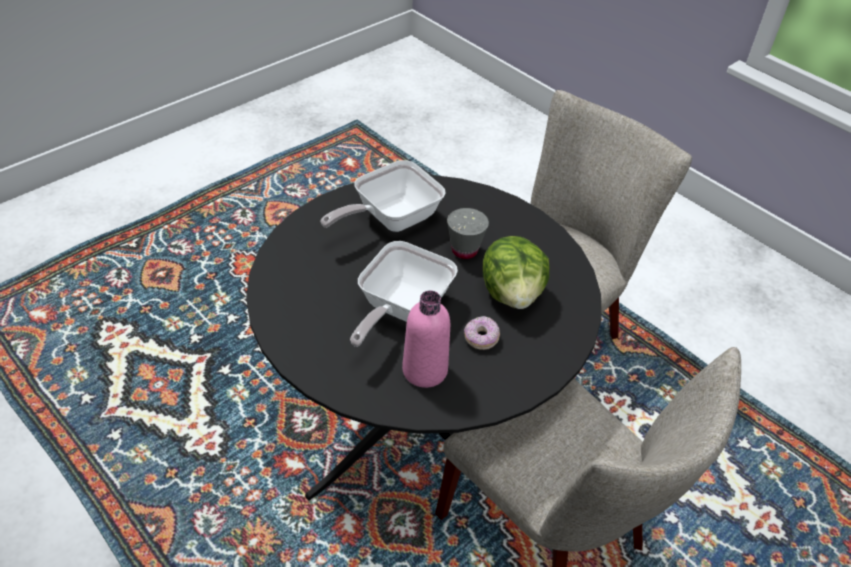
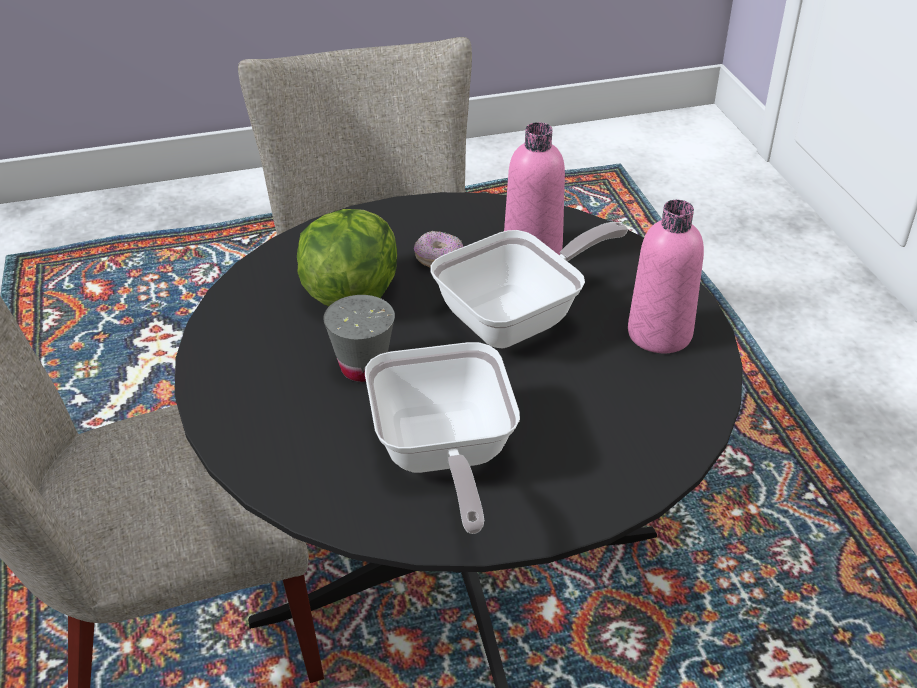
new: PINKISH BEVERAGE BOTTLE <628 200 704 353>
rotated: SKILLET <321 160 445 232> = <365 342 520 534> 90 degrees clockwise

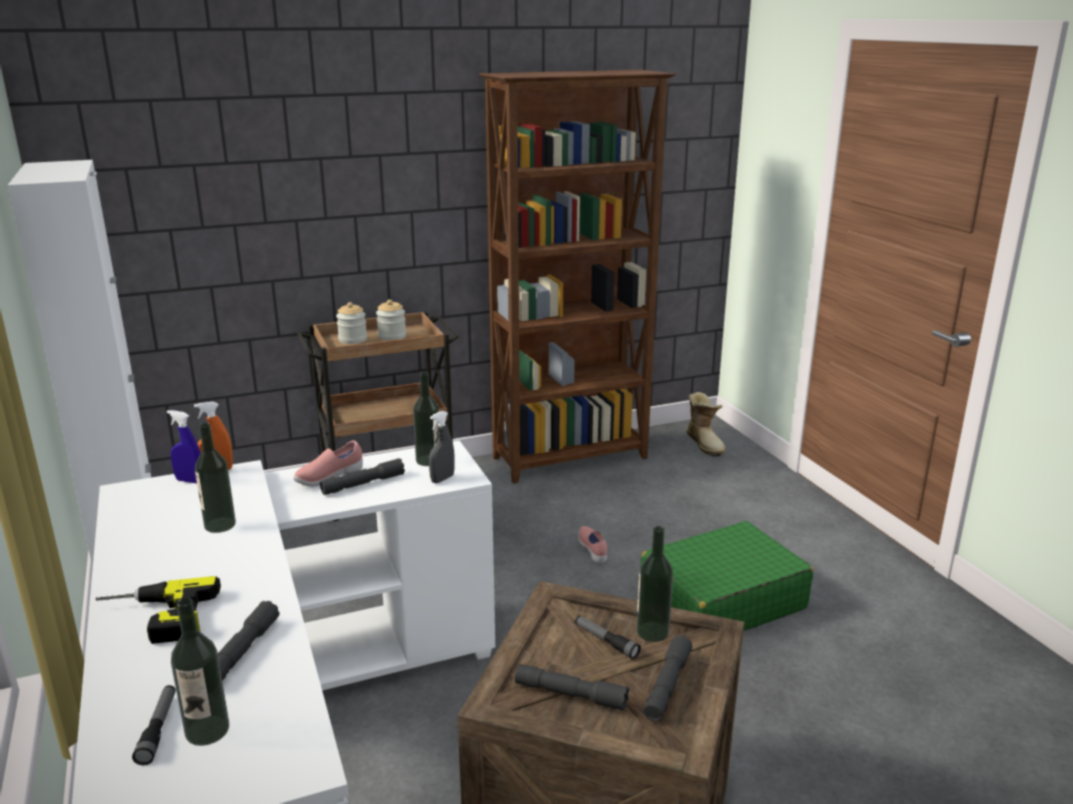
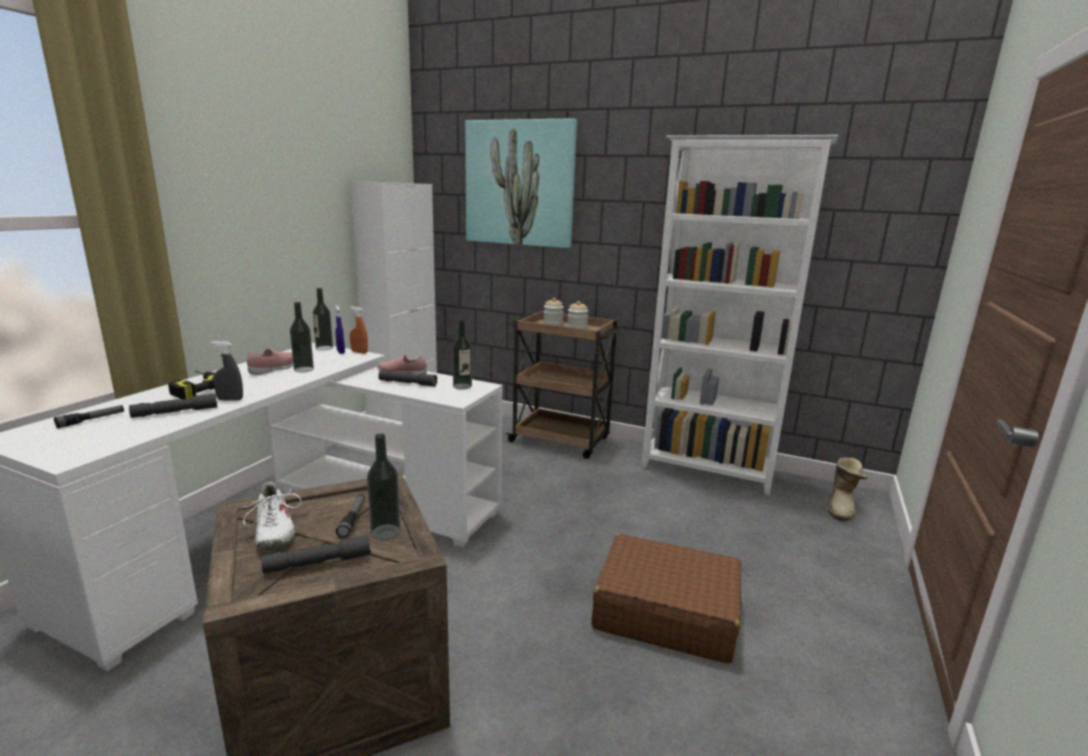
new: WALL PICTURE <465 118 577 248>
shifted: GRAY HAND SPRAYER <429 411 455 483> to <211 341 243 401>; PINKISH SHOE <578 526 607 563> to <247 349 293 375>; BEVERAGE BOTTLE <171 598 229 746> to <313 288 333 350>
swapped: GRAY FLASHLIGHT <515 664 629 711> to WHITISH SHOE <237 481 301 549>
repainted: BROWNISH SHELVING UNIT <479 70 676 483> to WHITISH SHELVING UNIT <641 135 838 495>; GREEN-COLOURED PIECE OF LUGGAGE <640 521 813 631> to BROWNISH PIECE OF LUGGAGE <592 534 741 664>

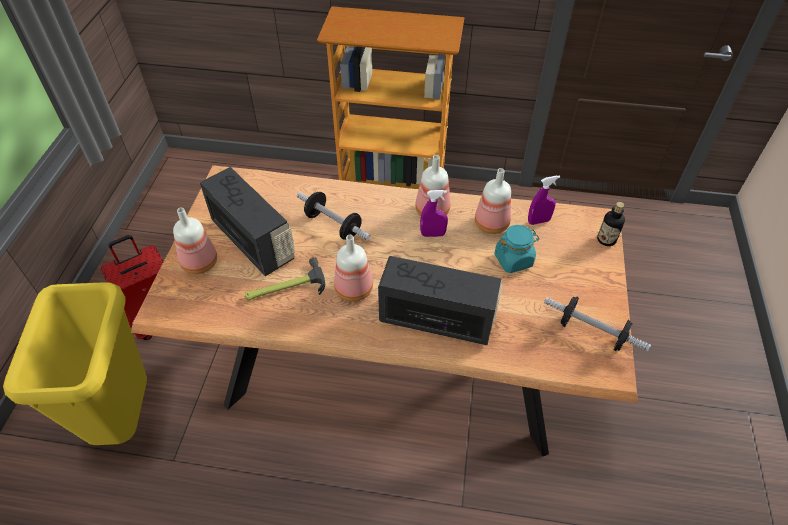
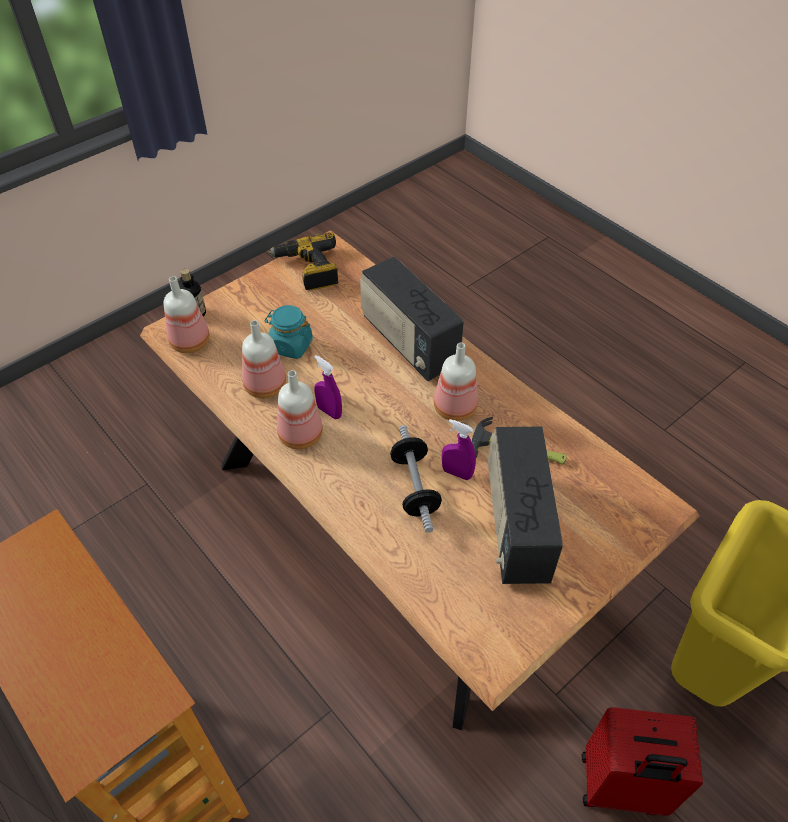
shifted: PURPLE HAND SPRAYER <528 175 560 225> to <442 419 476 480>; BEVERAGE BOTTLE <173 207 217 274> to <164 276 210 353>
swapped: HAND WEIGHT <544 296 651 351> to ELECTRIC DRILL <268 232 339 290>

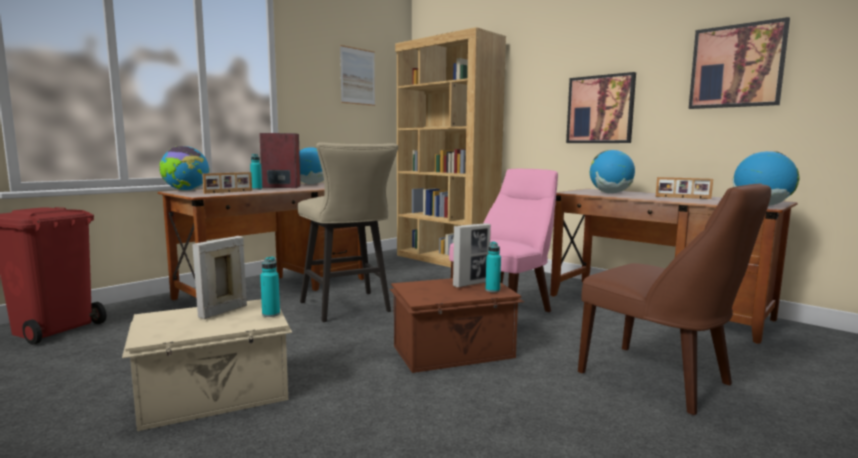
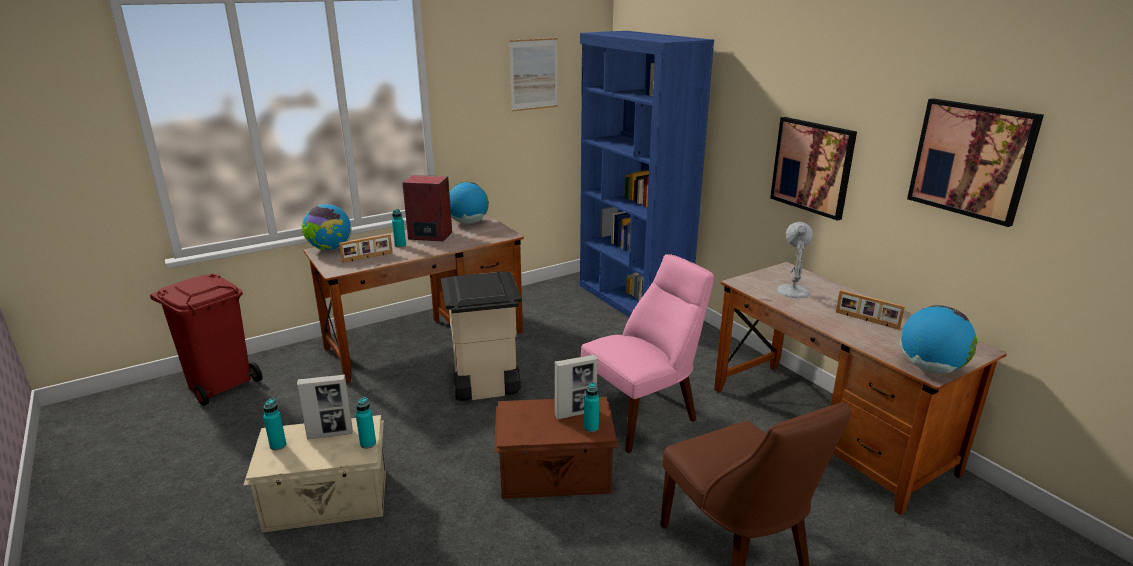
new: TURQUOISE BEVERAGE BOTTLE <263 399 286 451>
swapped: BEIGE STOOL <298 142 398 322> to BEIGE WASTE BIN <441 272 522 401>; DESK GLOBE <590 150 635 193> to WHITISH LAMP FOR A TABLE <777 222 813 298>
repainted: BROWNISH SHELVING UNIT <395 27 506 267> to BLUE SHELVING UNIT <580 31 714 317>
rotated: PICTURE FRAME <192 236 247 319> = <297 375 353 439> 150 degrees counterclockwise

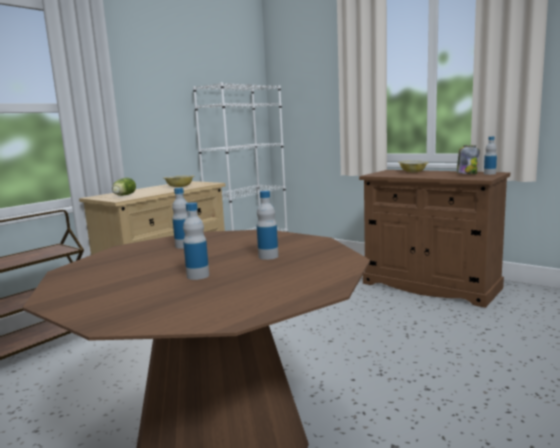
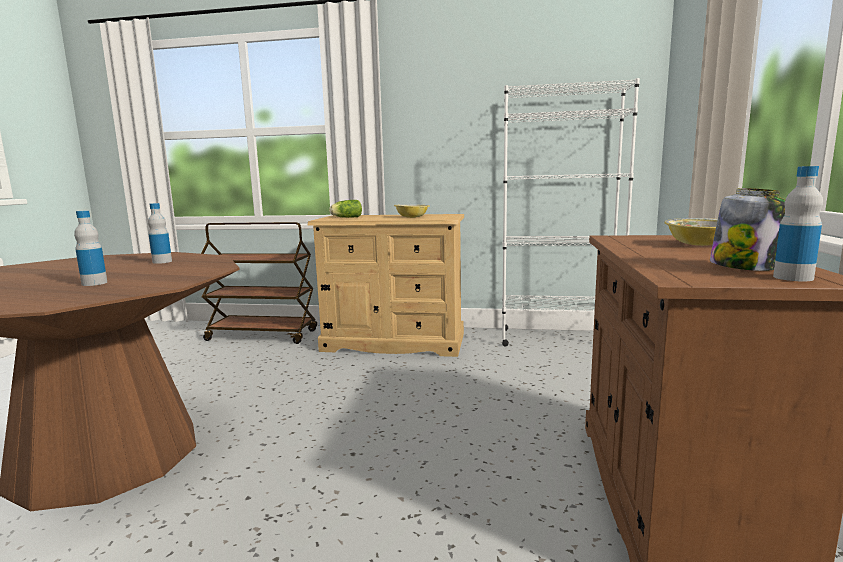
gone: BEVERAGE BOTTLE <183 202 209 280>

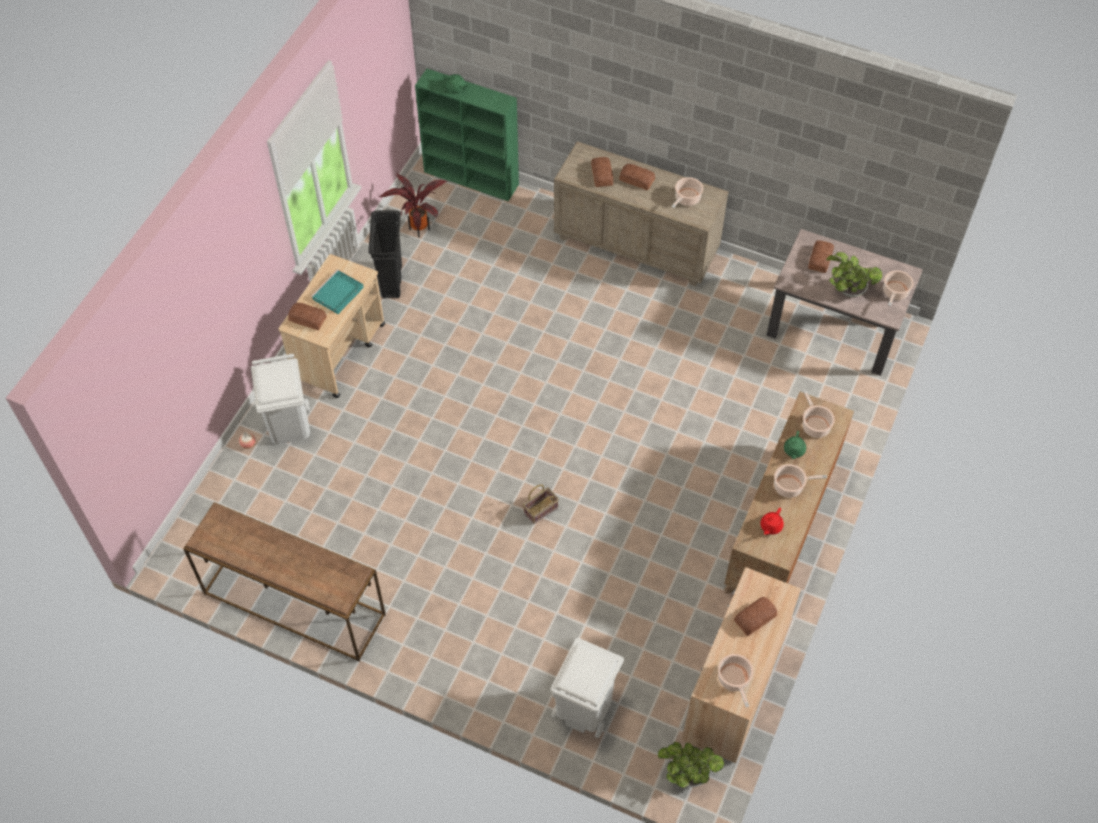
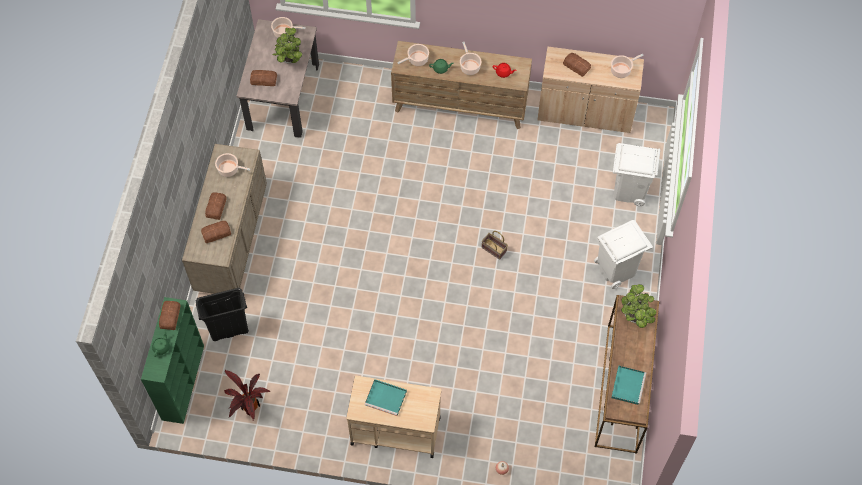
new: TURQUOISE CARRYING TRAY <611 366 646 405>
shifted: BLACK-COLOURED WASTE BIN <368 210 402 298> to <196 288 249 341>; BREAD <288 303 327 330> to <159 301 180 330>; WHITISH WASTE BIN <251 354 310 444> to <594 220 653 289>; POTTED PLANT <658 742 724 788> to <621 284 656 328>

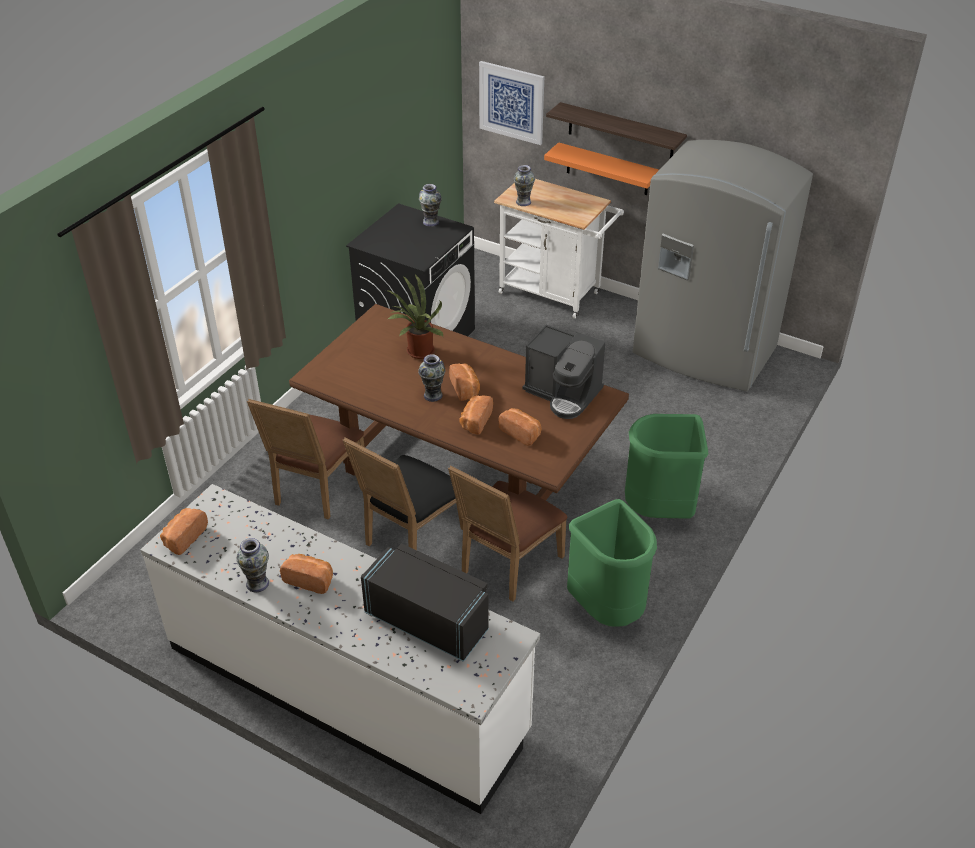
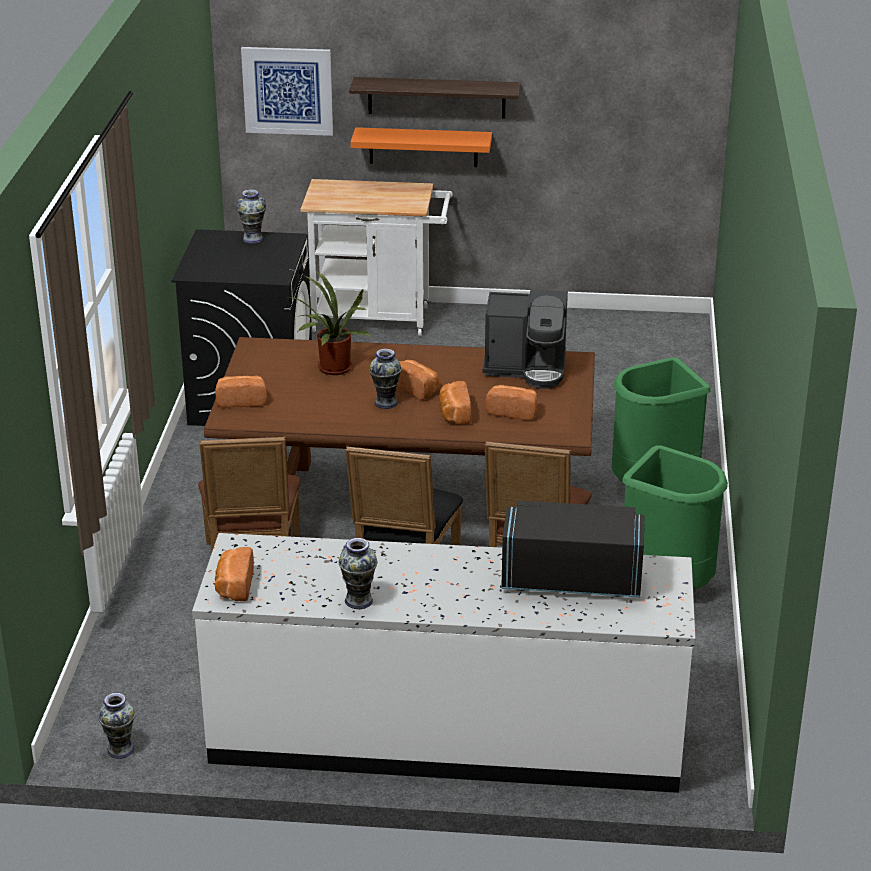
gone: GRAY FRIDGE <633 140 813 391>
shifted: DECORATIVE VASE <514 165 535 206> to <99 693 136 759>; BREAD <280 554 333 594> to <215 376 267 407>

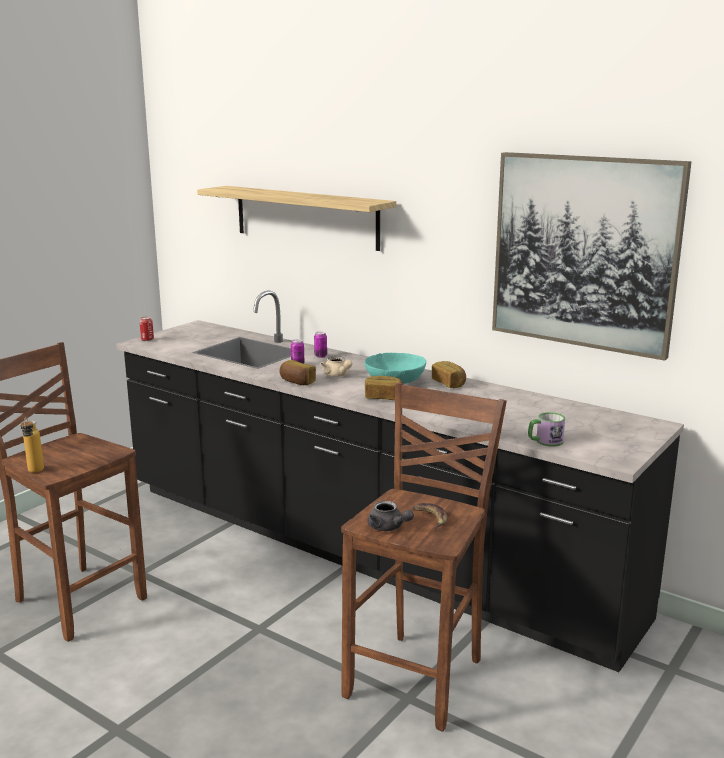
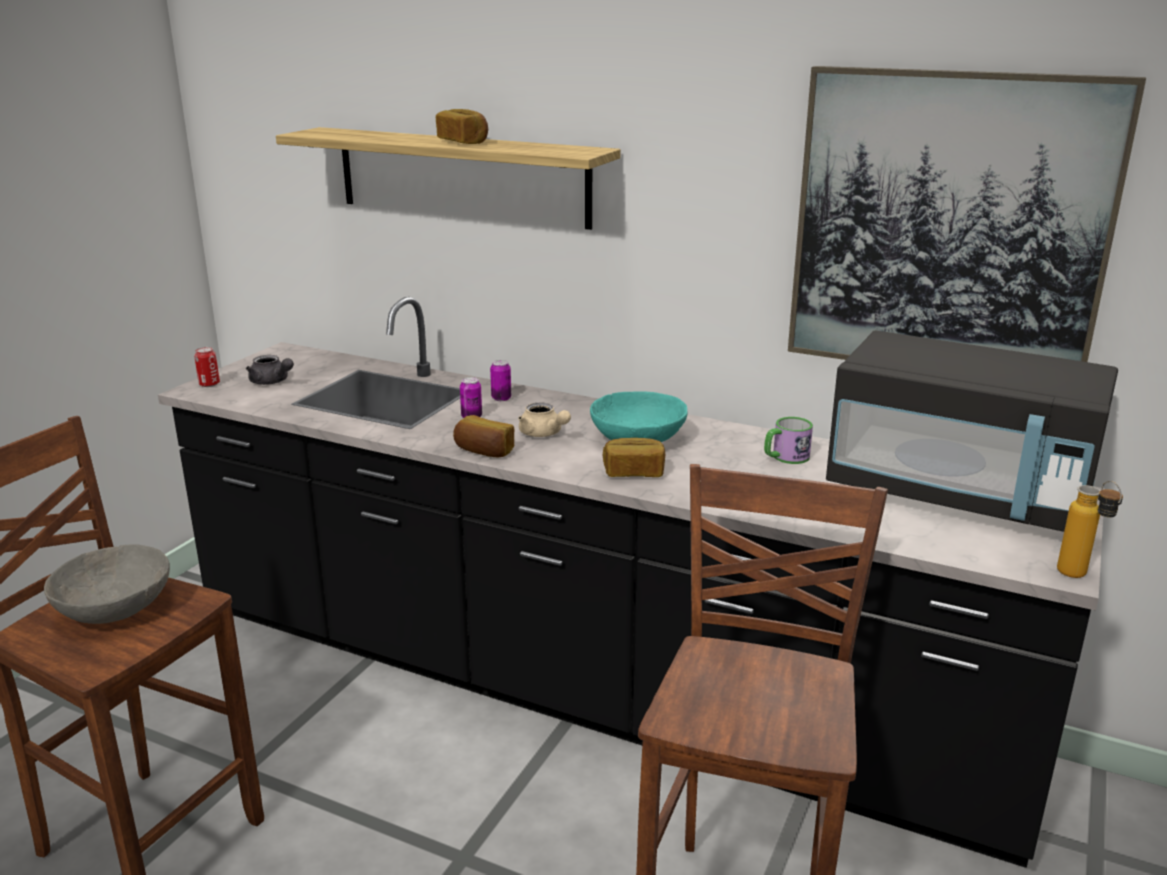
gone: BANANA FRUIT <413 503 448 530>
new: BLACK-COLOURED MICROWAVE OVEN <826 330 1118 532>; GRAY SERVING BOWL <44 544 170 624>
shifted: BREAD <432 361 466 388> to <436 109 488 144>; MUG <528 412 565 447> to <764 417 813 464>; BEVERAGE BOTTLE <20 417 44 473> to <1057 481 1123 578>; GRAY TEA POT <368 501 414 531> to <246 355 294 385>

